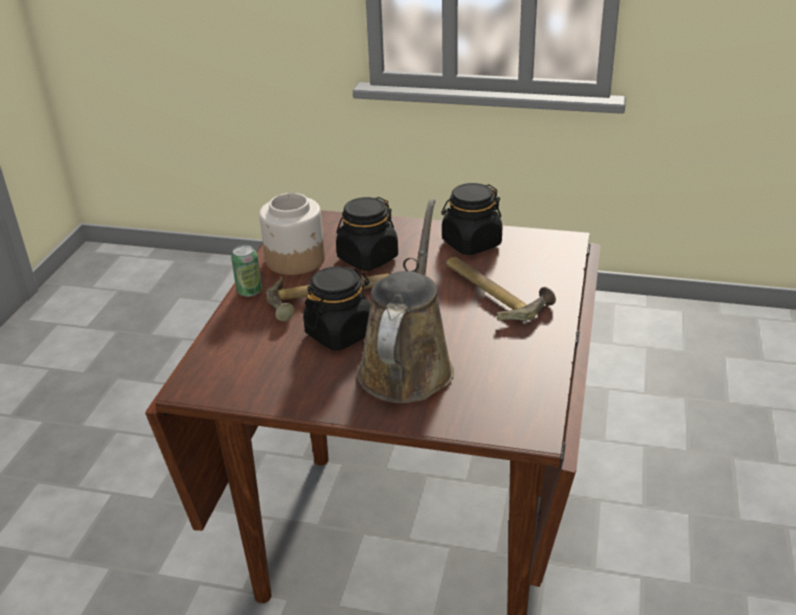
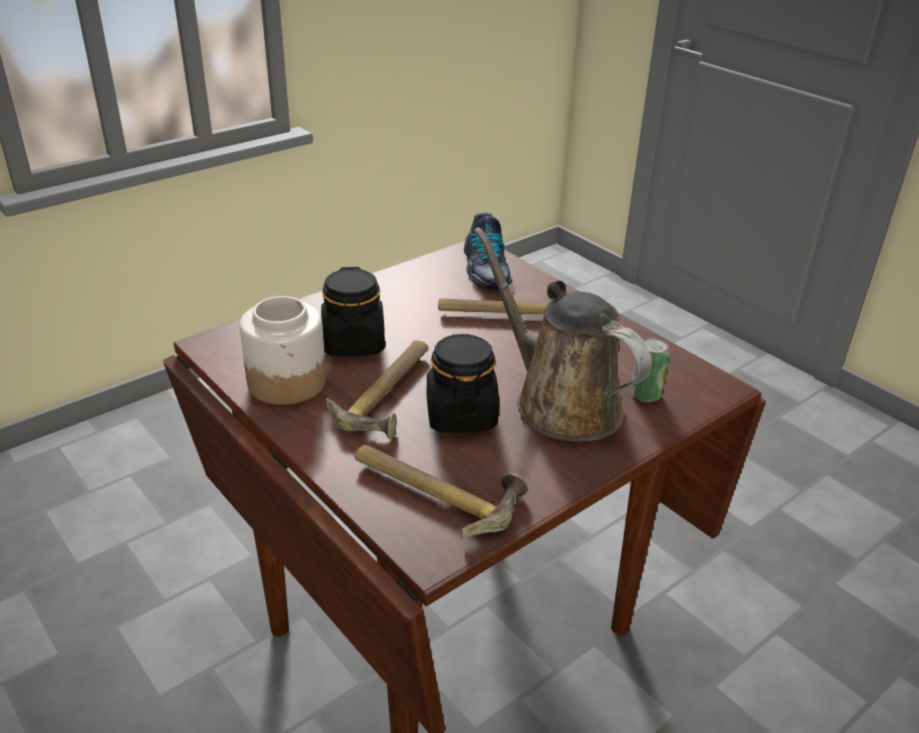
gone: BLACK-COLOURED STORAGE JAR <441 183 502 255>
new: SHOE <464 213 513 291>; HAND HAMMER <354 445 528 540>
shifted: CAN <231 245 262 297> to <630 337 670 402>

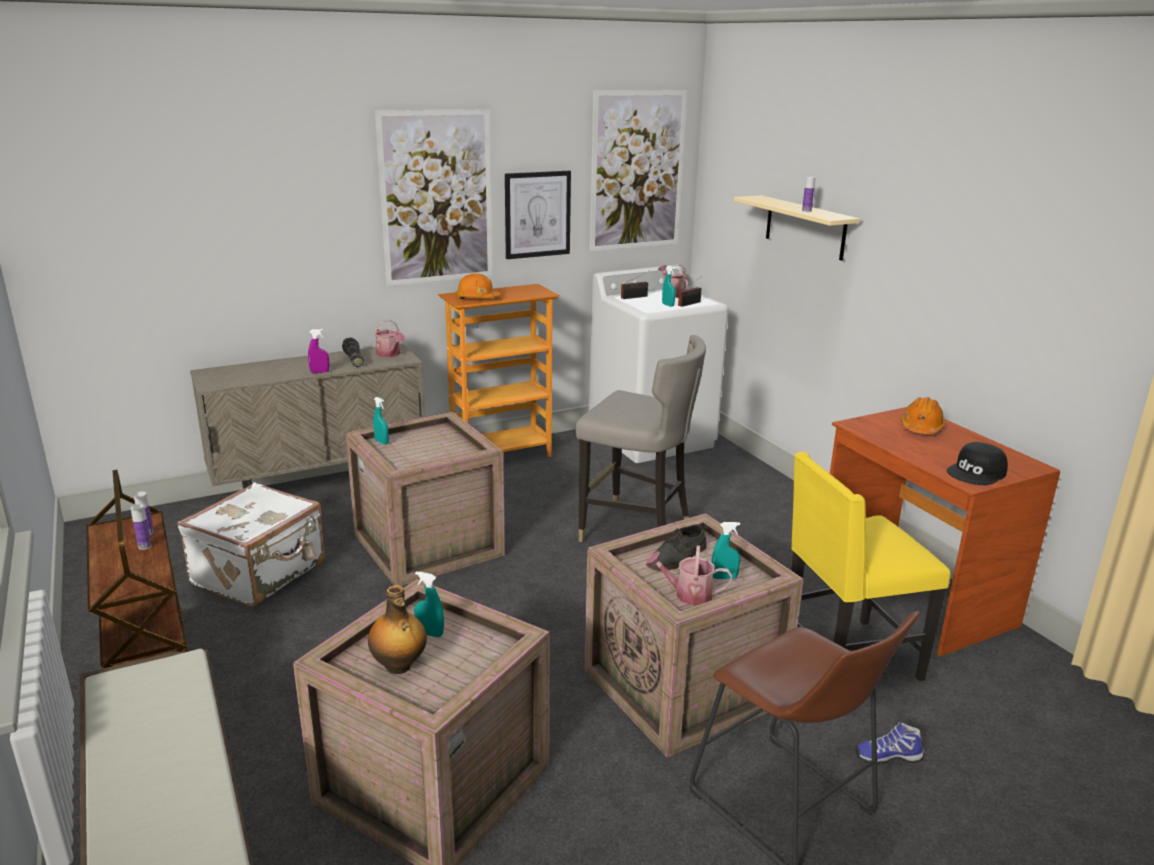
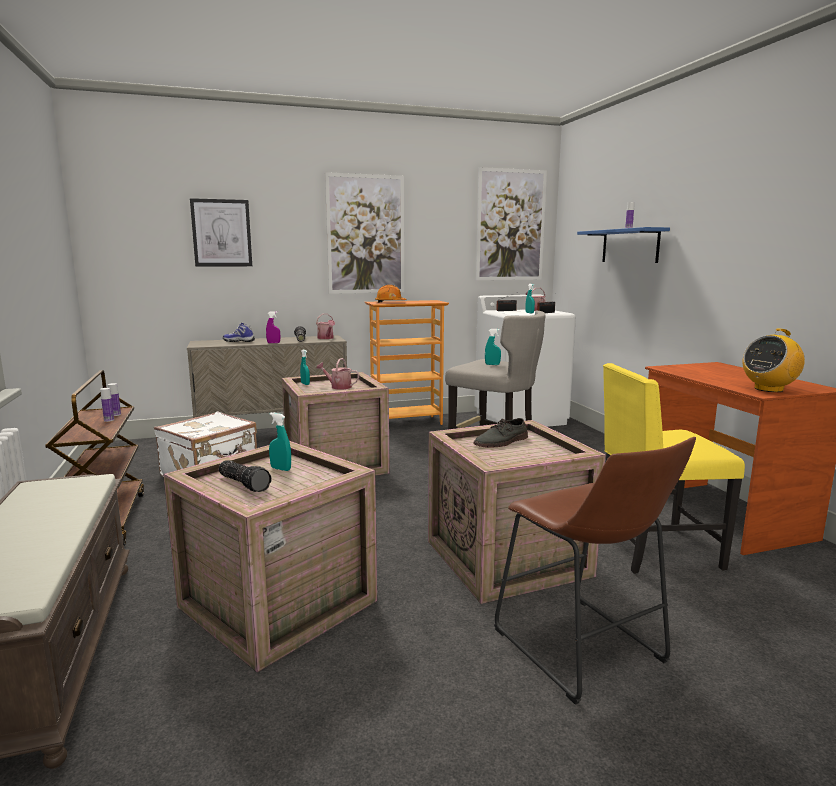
gone: ORANGE WORK HELMET <901 397 945 434>
shifted: WALL PICTURE <505 171 571 259> to <190 198 252 267>; TURQUOISE HAND SPRAYER <711 522 740 579> to <485 329 501 365>; WATERING POT <646 545 733 605> to <316 358 359 390>; SHOE <855 722 924 765> to <223 323 255 342>
swapped: BLACK-COLOURED CAP <947 442 1008 485> to RADIO RECEIVER <742 328 805 392>; BEVERAGE BOTTLE <368 585 427 674> to FLASHLIGHT <219 460 272 492>
repainted: BEIGE BRACKET SHELF <734 195 860 261> to BLUE BRACKET SHELF <577 227 670 263>

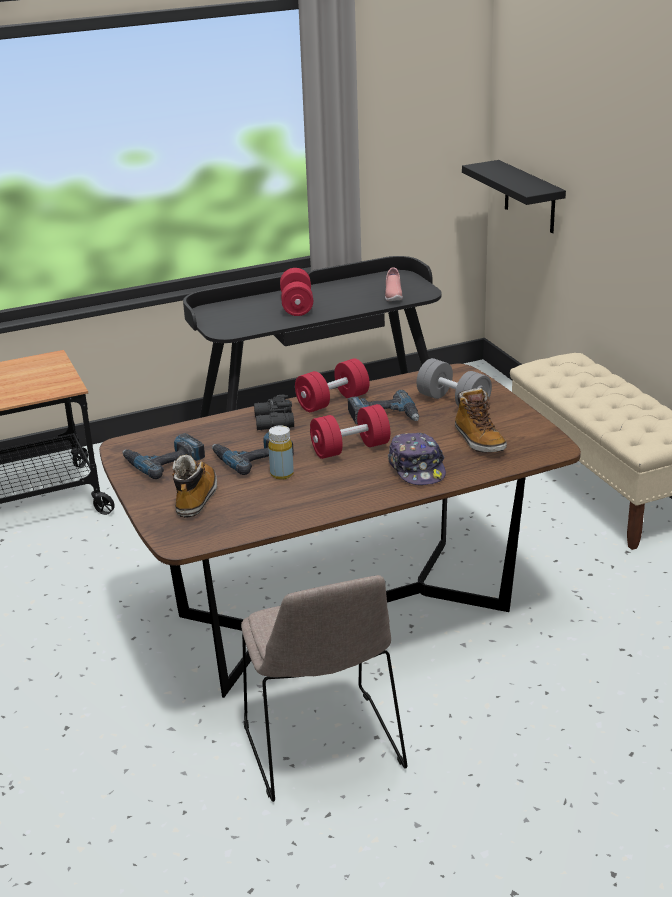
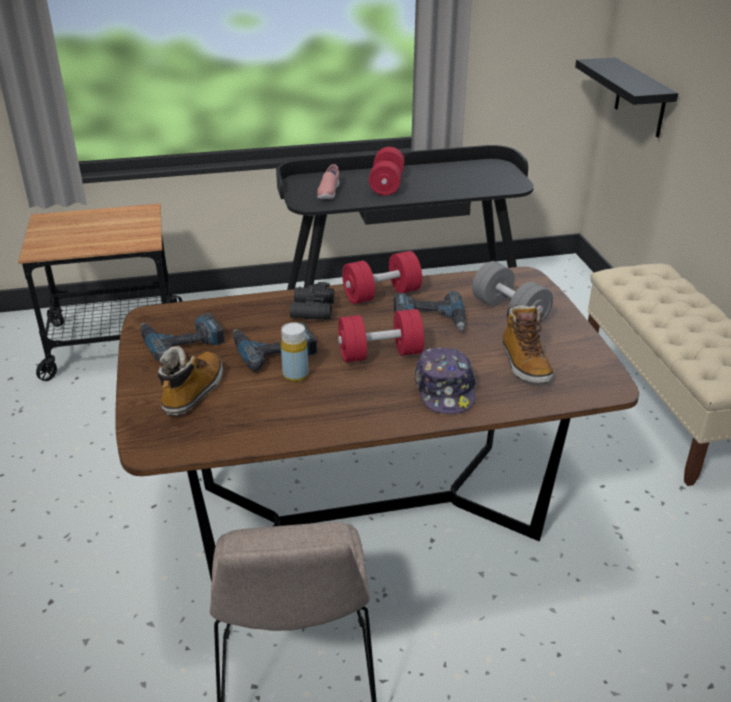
shifted: PINKISH SHOE <385 268 403 301> to <317 164 340 199>

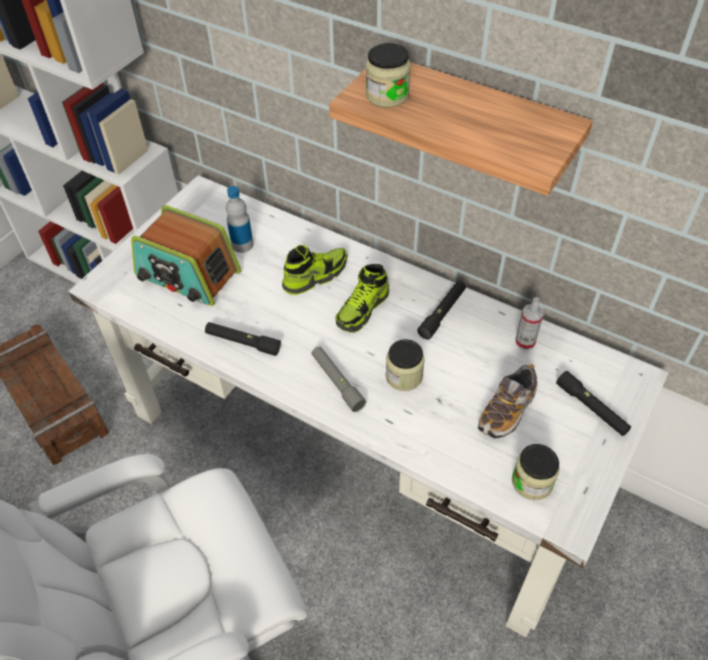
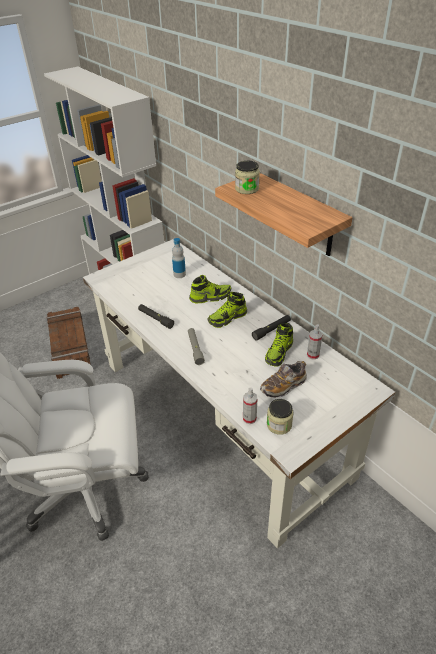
gone: RADIO RECEIVER <131 205 241 306>; STORAGE JAR <386 339 425 391>; BLACK-COLOURED FLASHLIGHT <556 371 631 436>
new: SHOE <265 323 293 367>; HAND SPRAYER <243 387 258 424>

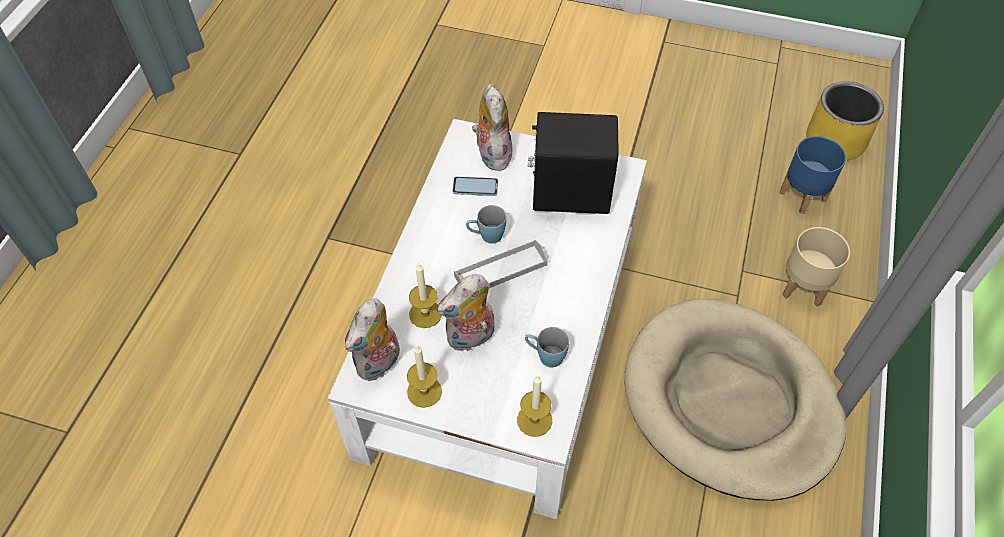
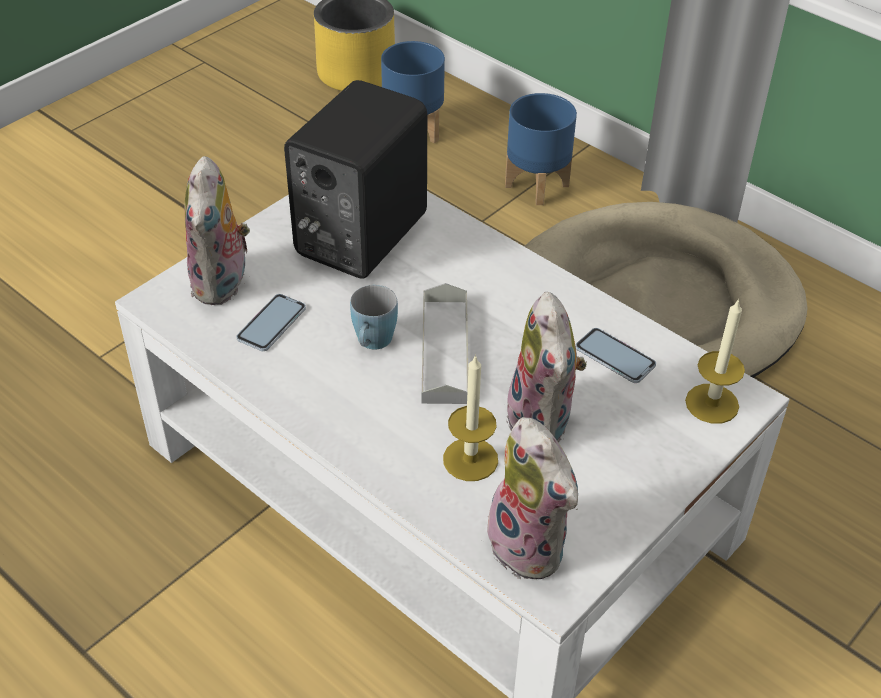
gone: WAX CANDLE <407 345 442 408>
swapped: BLUE MUG <525 327 569 368> to PHONE <576 328 656 383>
repainted: BEIGE FLOWER POT <782 227 850 307> to BLUE FLOWER POT <505 93 577 205>
rotated: SOFT TOY <472 84 513 171> = <184 156 250 305> 105 degrees counterclockwise

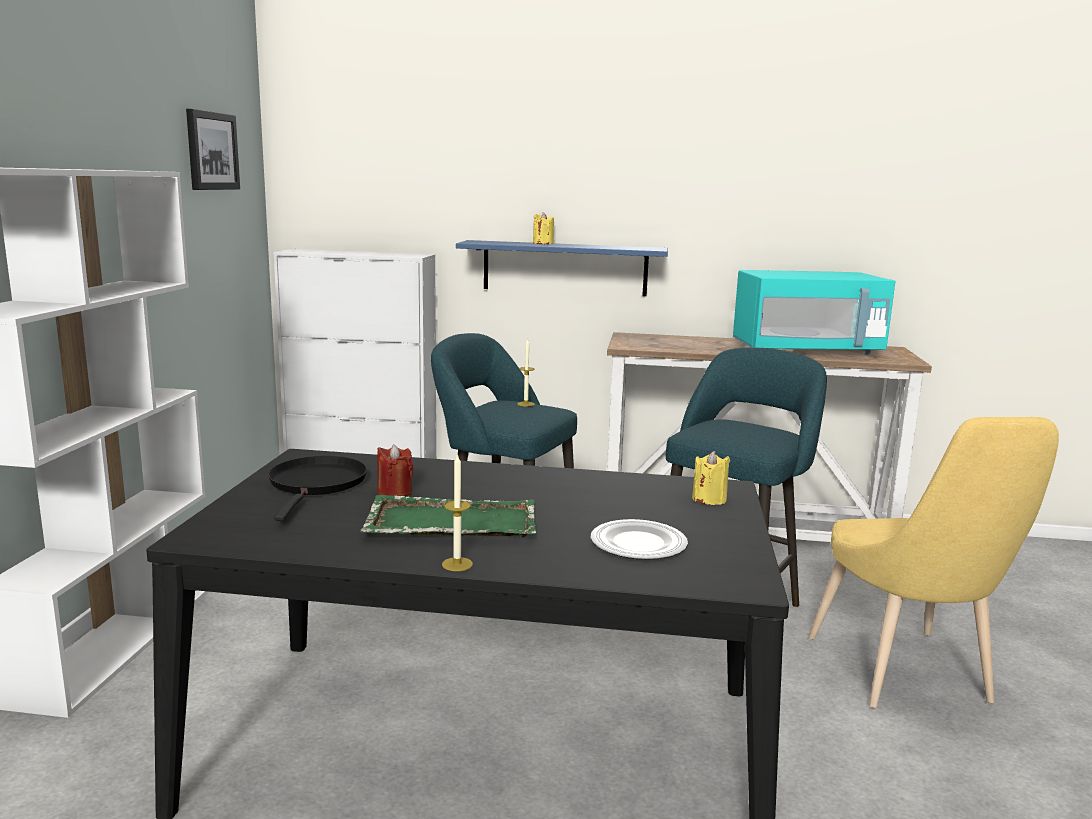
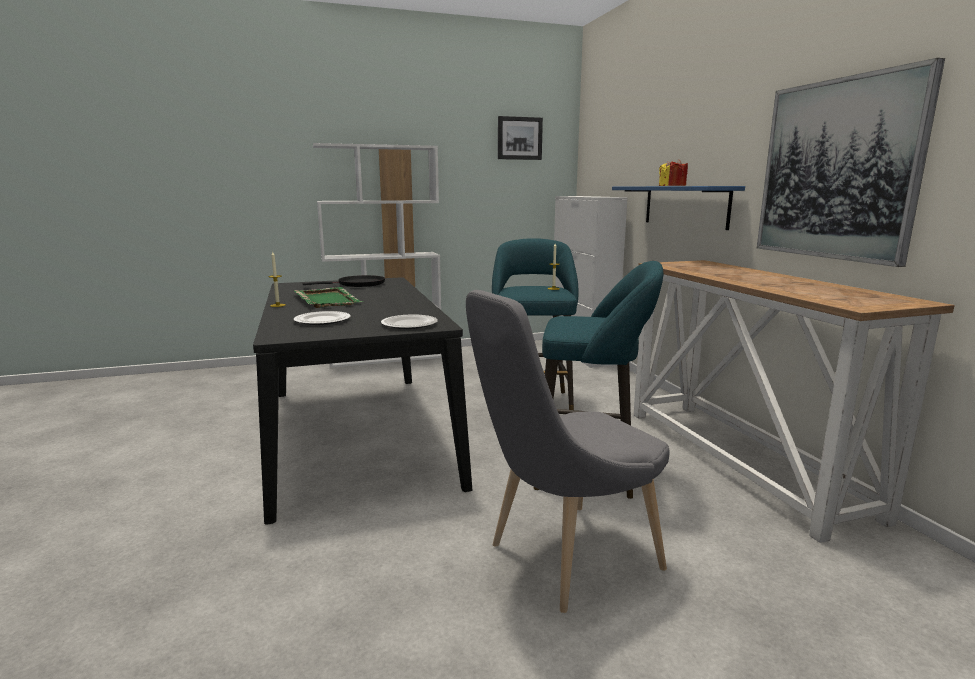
gone: TURQUOISE MICROWAVE OVEN <733 270 895 354>
new: WALL PICTURE <757 58 945 267>
shifted: REDDISH WAX CANDLE <377 445 413 497> to <668 159 688 186>
swapped: YELLOW-COLOURED WAX CANDLE <692 451 730 505> to FLAT DISH <381 314 438 329>
repainted: YELLOW-COLOURED UPRIGHT CHAIR <808 417 1059 708> to GRAY UPRIGHT CHAIR <466 290 670 613>

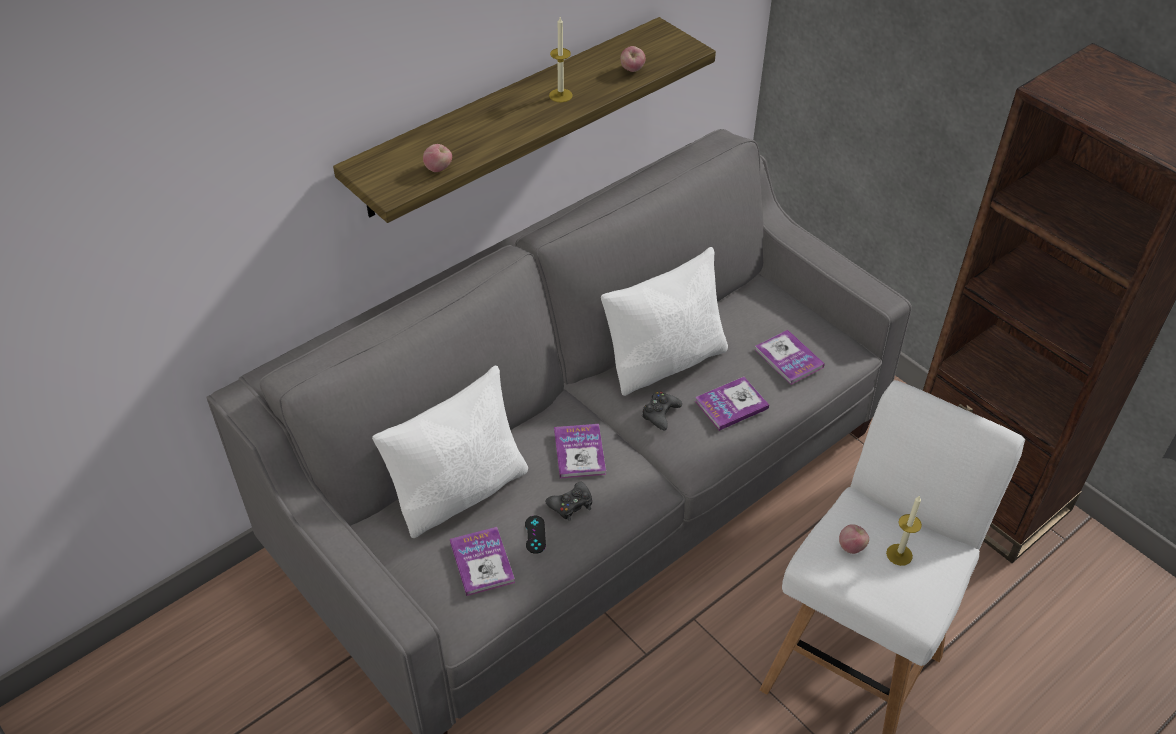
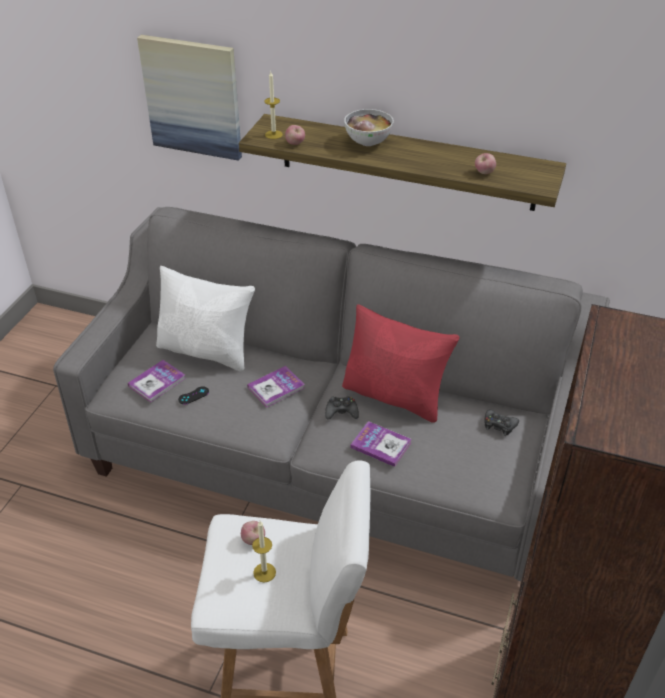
gone: BOOK <755 330 825 385>
new: WALL PICTURE <137 35 242 161>; SERVING BOWL <344 109 394 146>
shifted: WAX CANDLE <549 17 573 102> to <265 72 283 139>; BLACK-COLOURED JOYPAD <545 481 592 521> to <485 409 519 436>
repainted: WHITISH PILLOW <601 247 728 396> to REDDISH PILLOW <342 304 460 423>

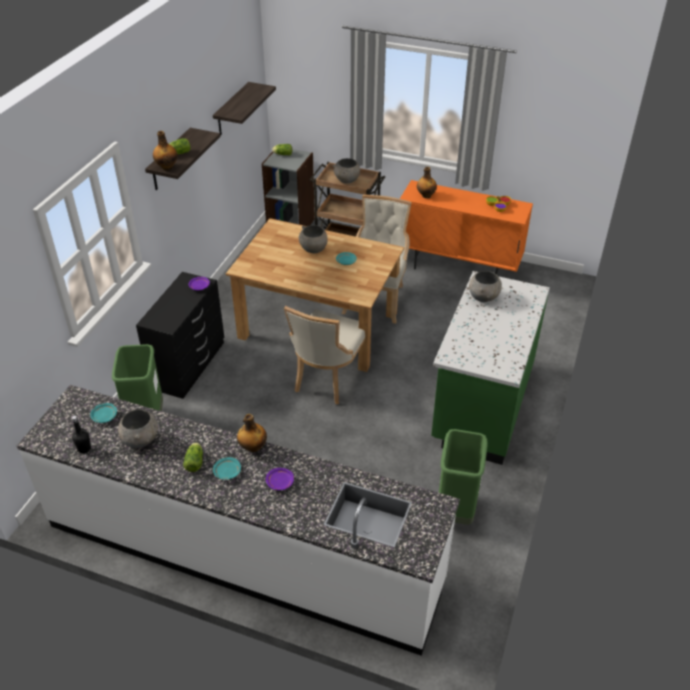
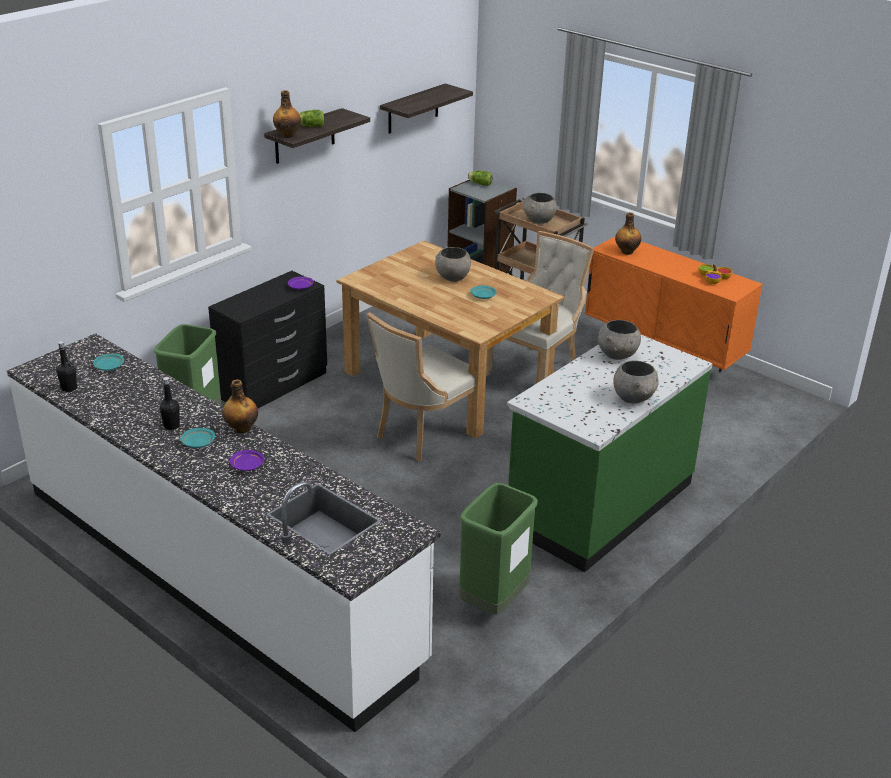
shifted: GRAY SERVING BOWL <118 410 158 448> to <613 360 659 404>
swapped: LETTUCE HEAD <183 442 203 472> to BLACK-COLOURED BEVERAGE BOTTLE <159 377 180 430>

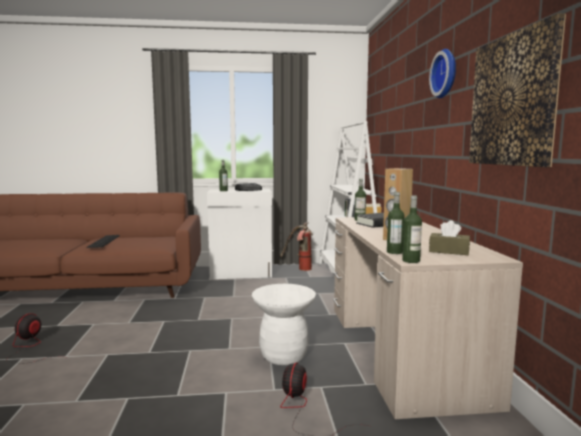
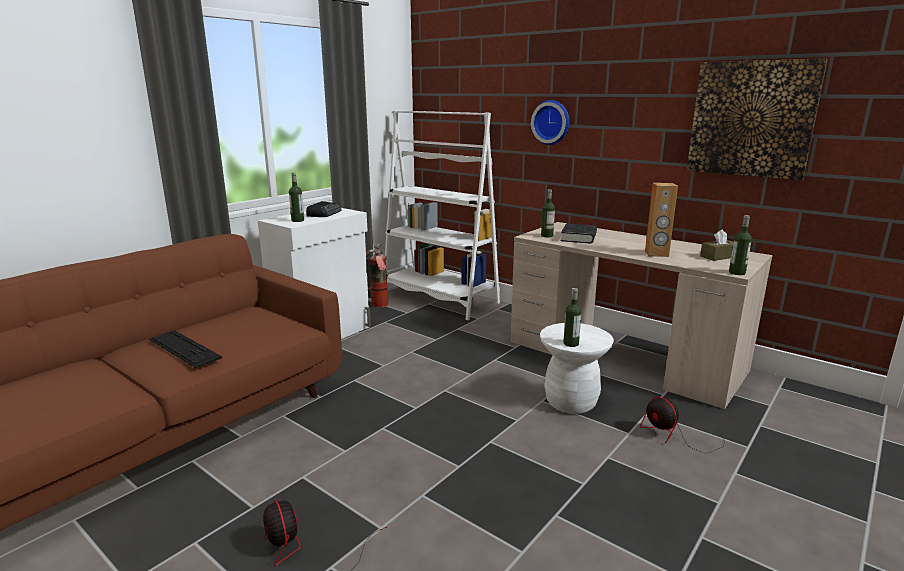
shifted: HANGING CLOCK <429 49 456 98> to <531 100 569 145>; BEVERAGE BOTTLE <387 192 405 254> to <563 288 582 347>

